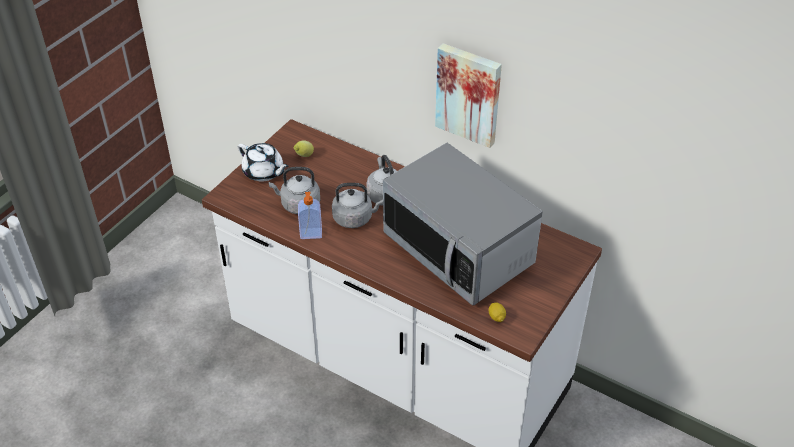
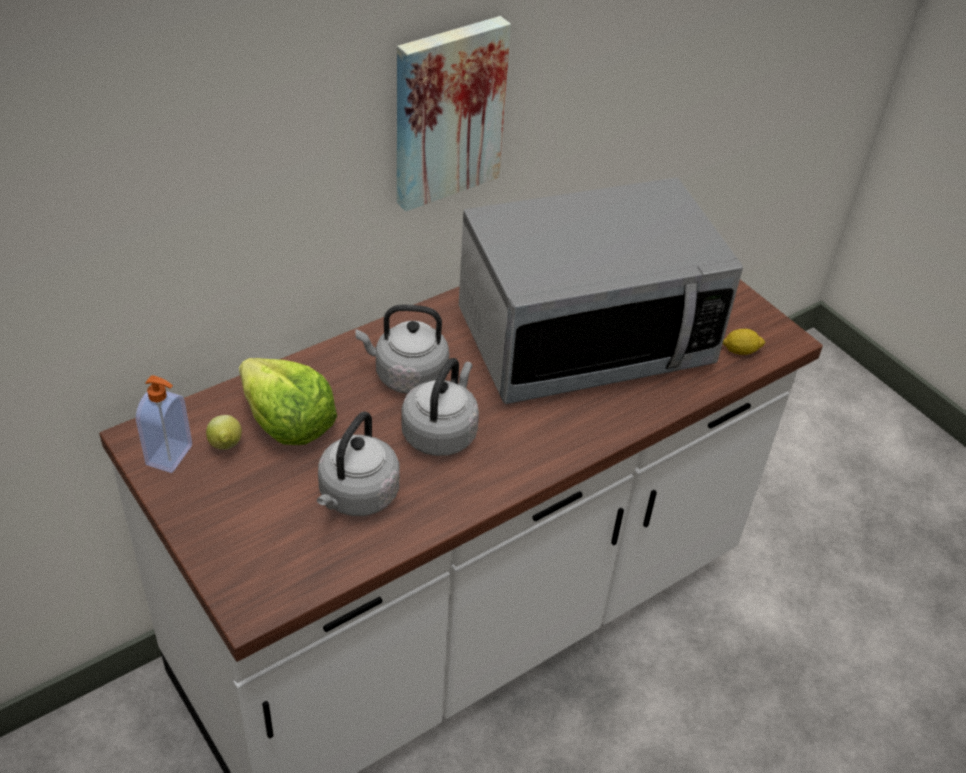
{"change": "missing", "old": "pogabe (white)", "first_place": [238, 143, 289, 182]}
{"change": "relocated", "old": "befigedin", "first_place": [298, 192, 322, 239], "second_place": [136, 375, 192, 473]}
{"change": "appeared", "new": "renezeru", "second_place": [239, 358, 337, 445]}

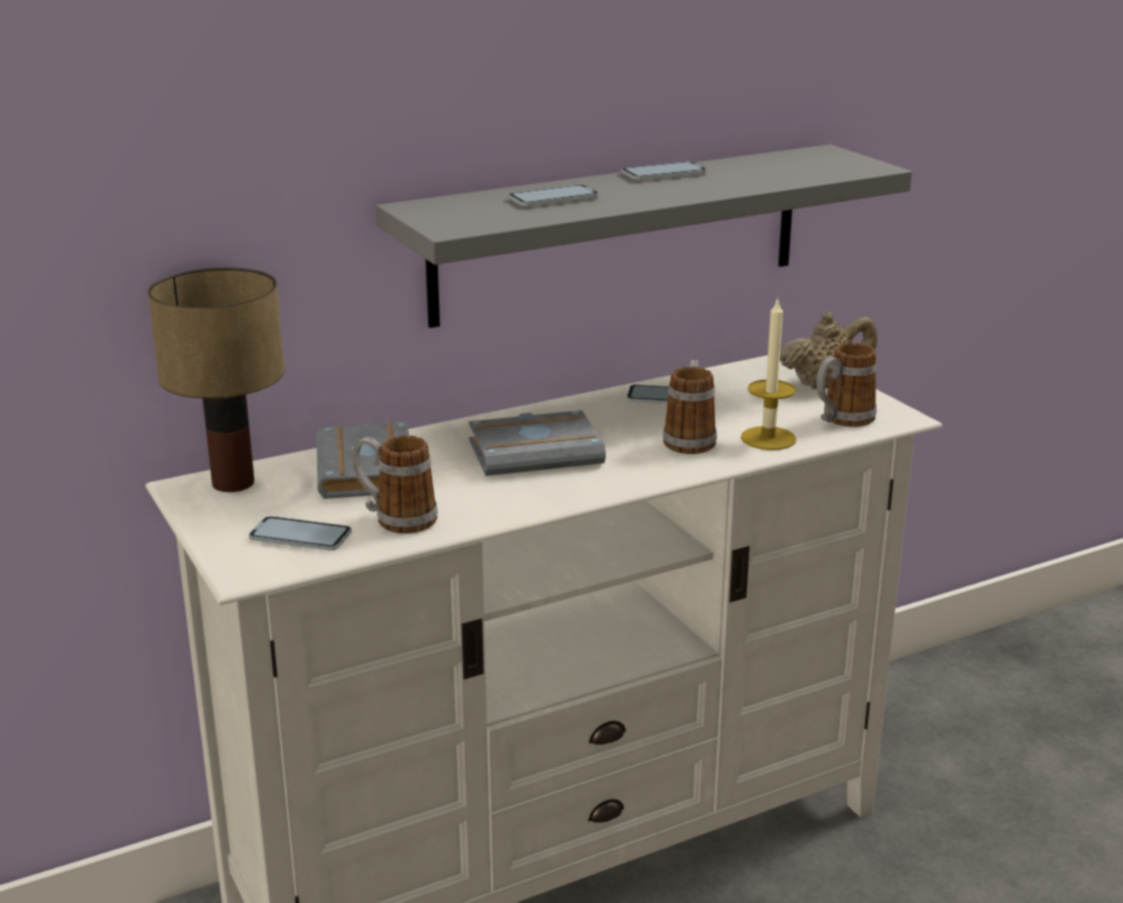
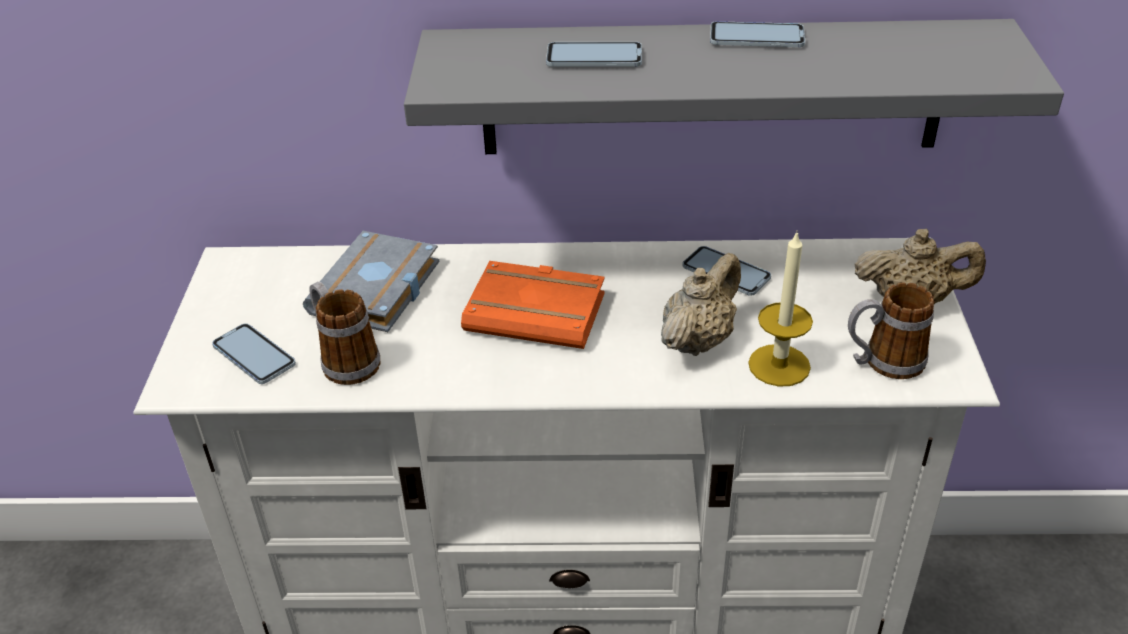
{"change": "missing", "old": "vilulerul", "first_place": [148, 267, 285, 492]}
{"change": "exchanged", "old": "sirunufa", "new": "pogabe (beige)", "first_place": [663, 360, 717, 454], "second_place": [661, 253, 741, 356]}
{"change": "colour", "old": "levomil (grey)", "new": "levomil (orange)", "first_place": [468, 410, 606, 476], "second_place": [461, 261, 605, 349]}

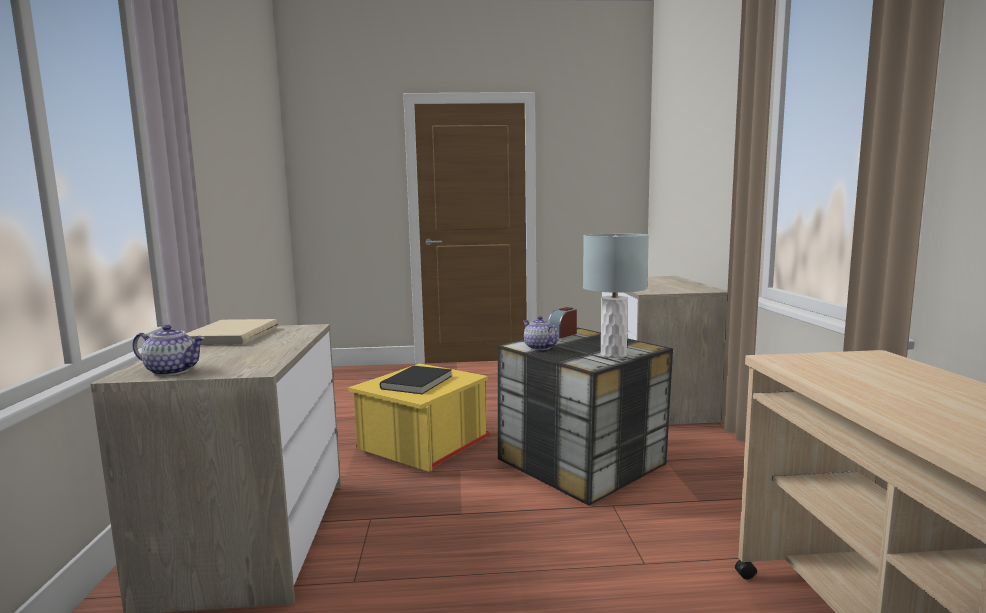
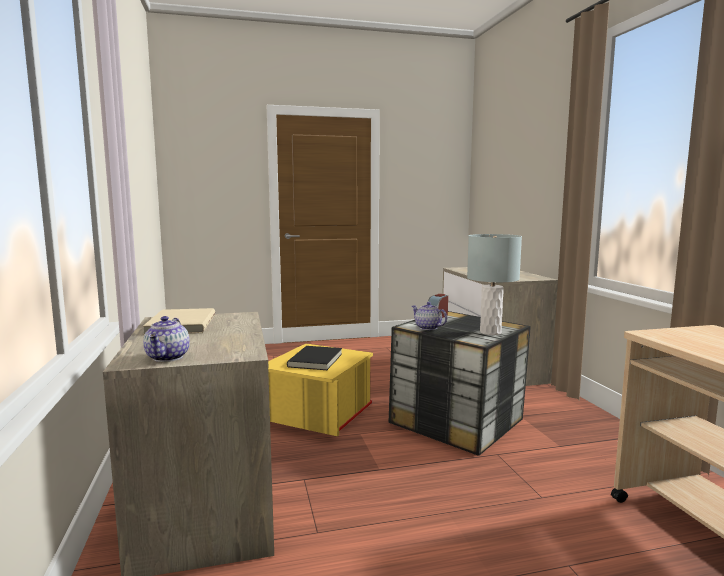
{"change": "spun", "old": "pogabe", "first_place": [132, 325, 205, 376], "second_place": [143, 316, 190, 362], "degrees": 90}

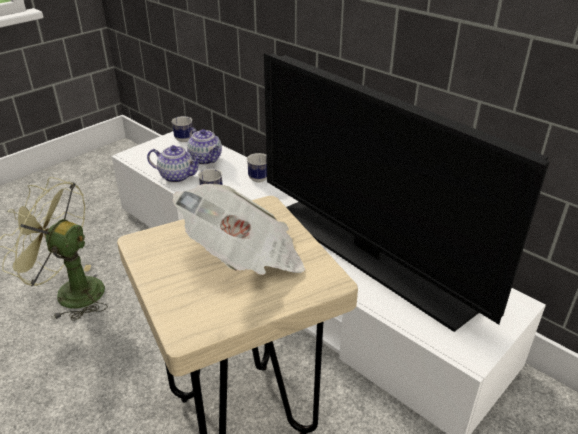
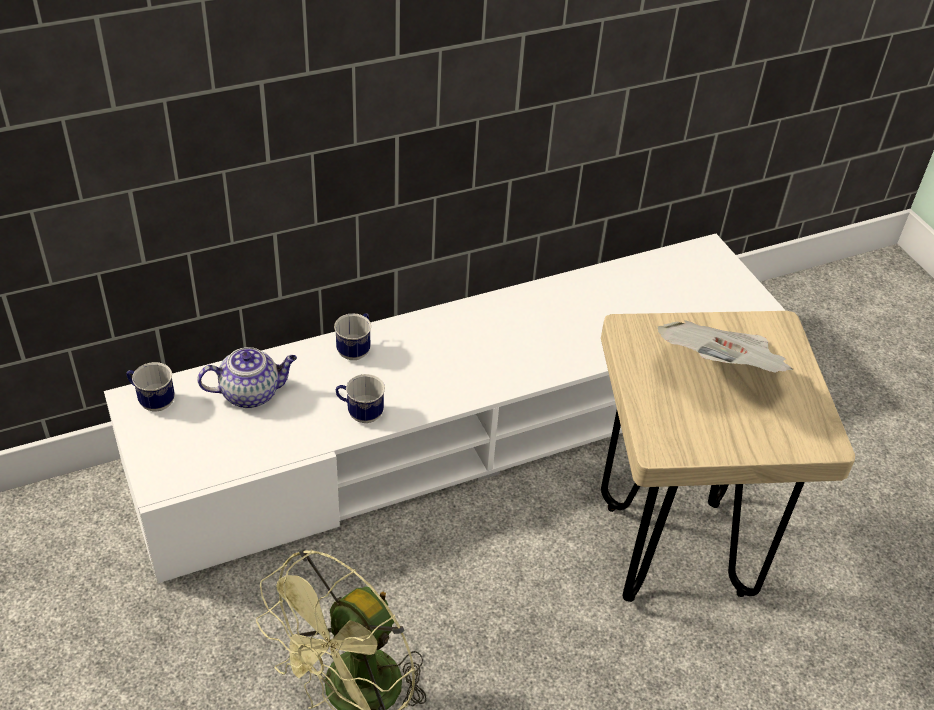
{"change": "missing", "old": "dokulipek", "first_place": [264, 54, 550, 332]}
{"change": "missing", "old": "pogabe", "first_place": [147, 145, 203, 183]}

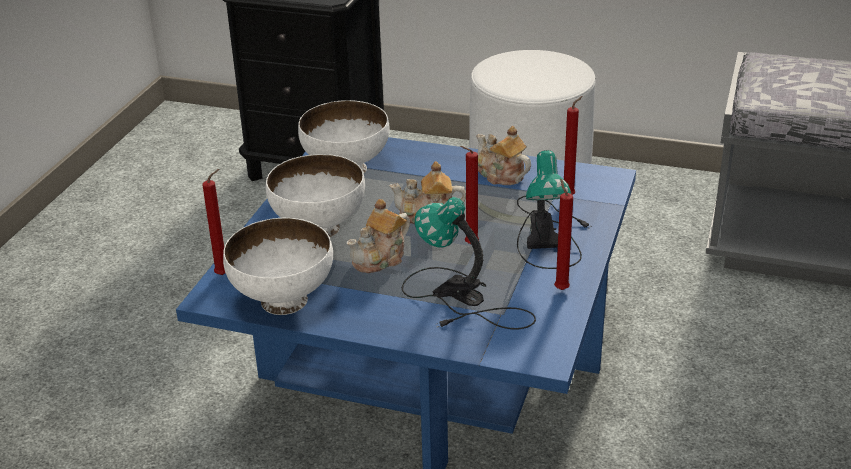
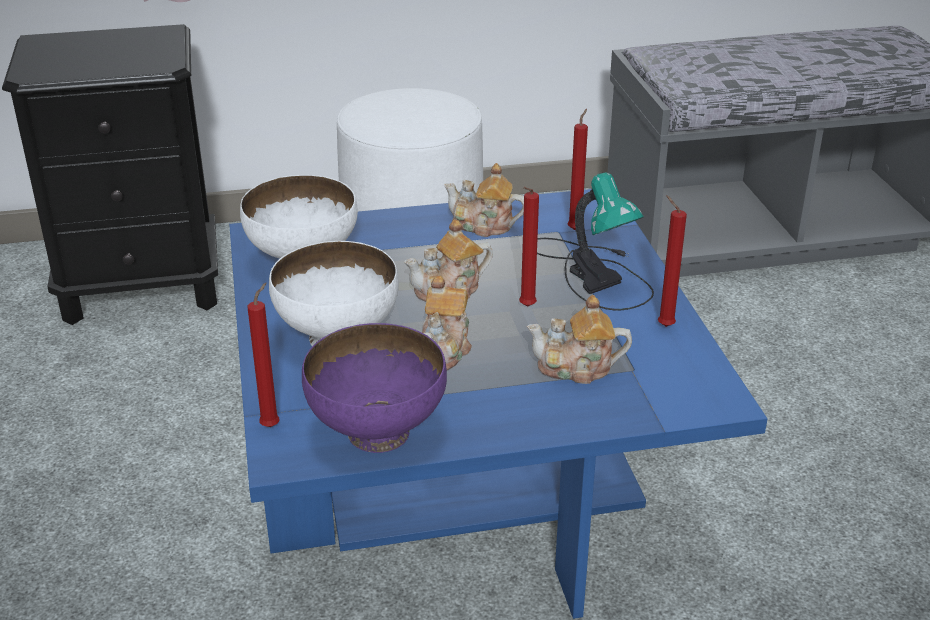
{"change": "exchanged", "old": "vilulerul", "new": "pogabe", "first_place": [402, 197, 536, 330], "second_place": [527, 295, 632, 384]}
{"change": "colour", "old": "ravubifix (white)", "new": "ravubifix (purple)", "first_place": [223, 218, 333, 315], "second_place": [302, 323, 447, 453]}

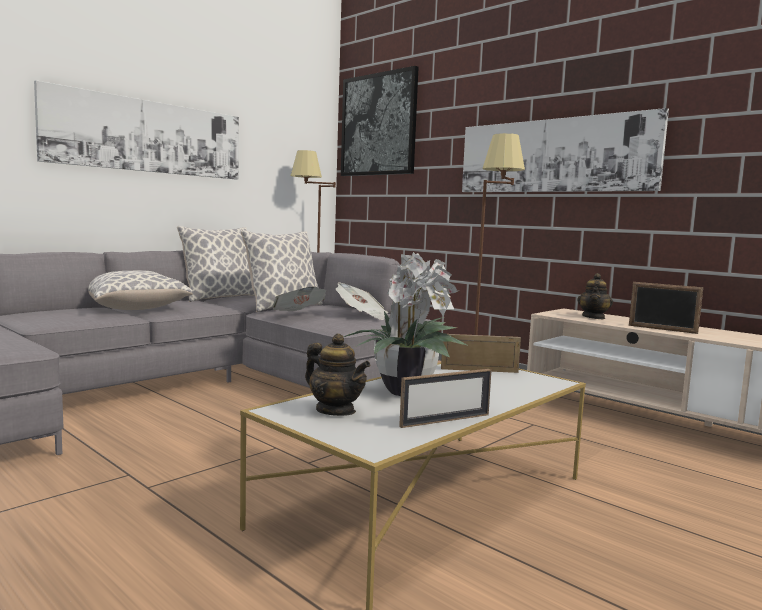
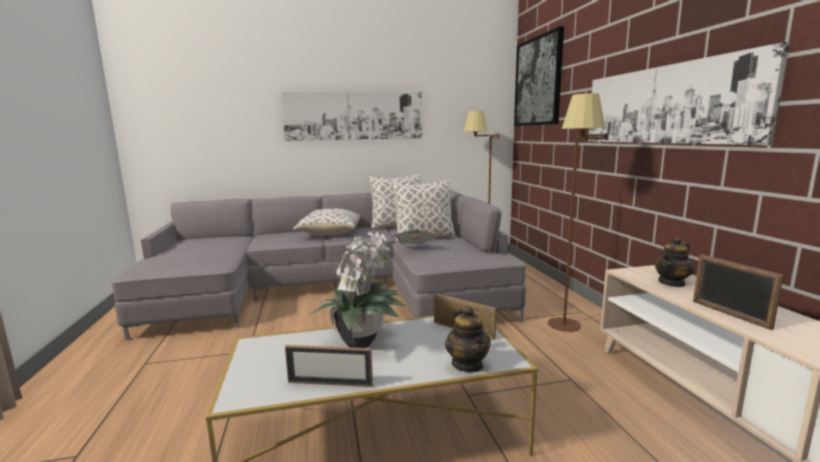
{"change": "missing", "old": "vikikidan", "first_place": [336, 283, 388, 320]}
{"change": "relocated", "old": "pogabe", "first_place": [305, 334, 370, 416], "second_place": [445, 306, 491, 372]}

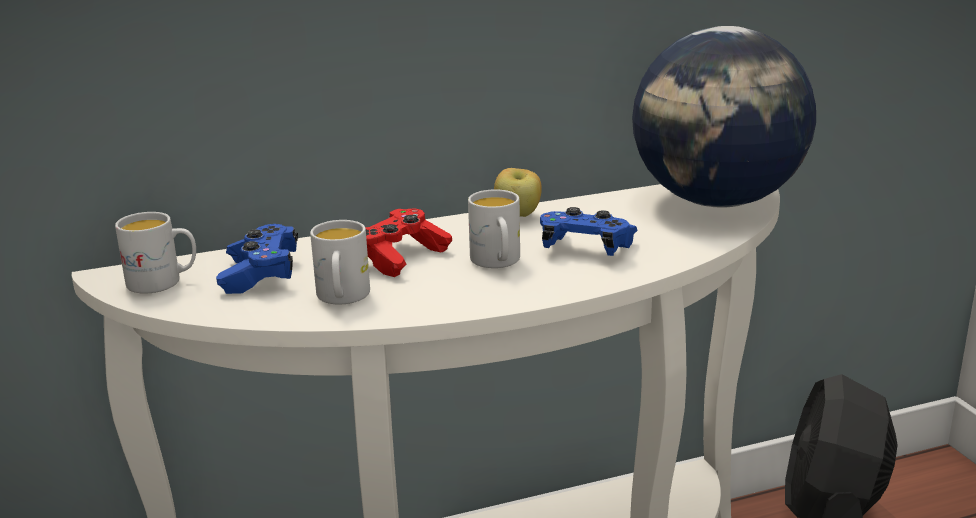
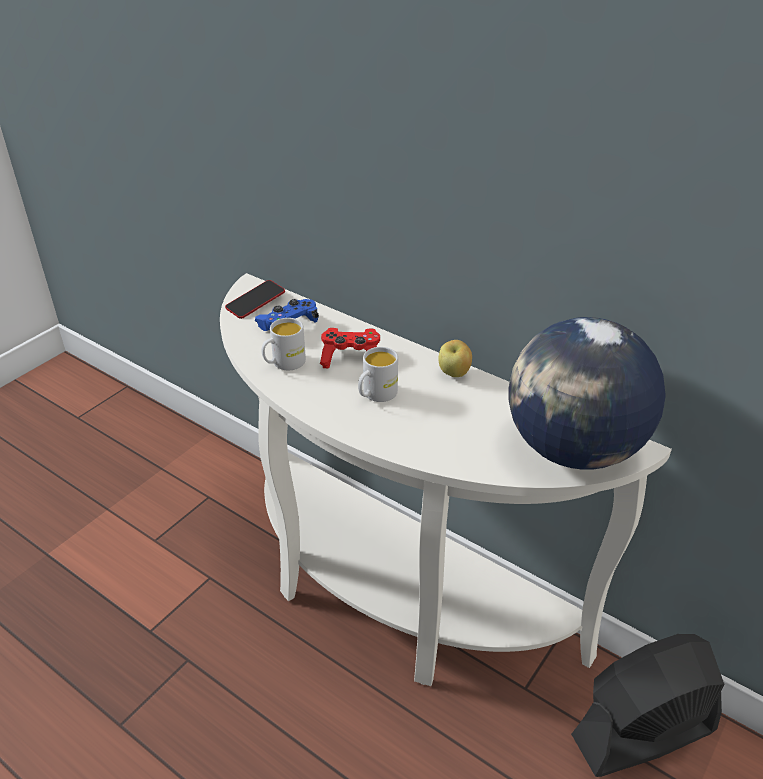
{"change": "missing", "old": "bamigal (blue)", "first_place": [540, 207, 638, 256]}
{"change": "exchanged", "old": "sirunufa (white)", "new": "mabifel", "first_place": [115, 212, 196, 294], "second_place": [225, 280, 285, 319]}

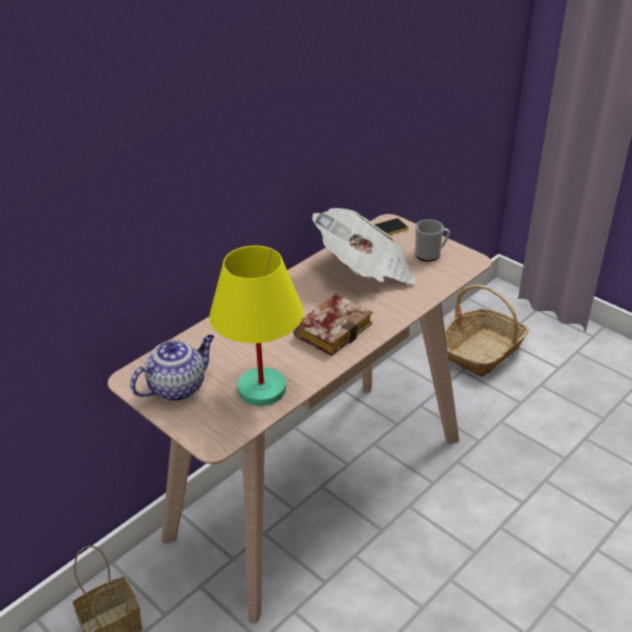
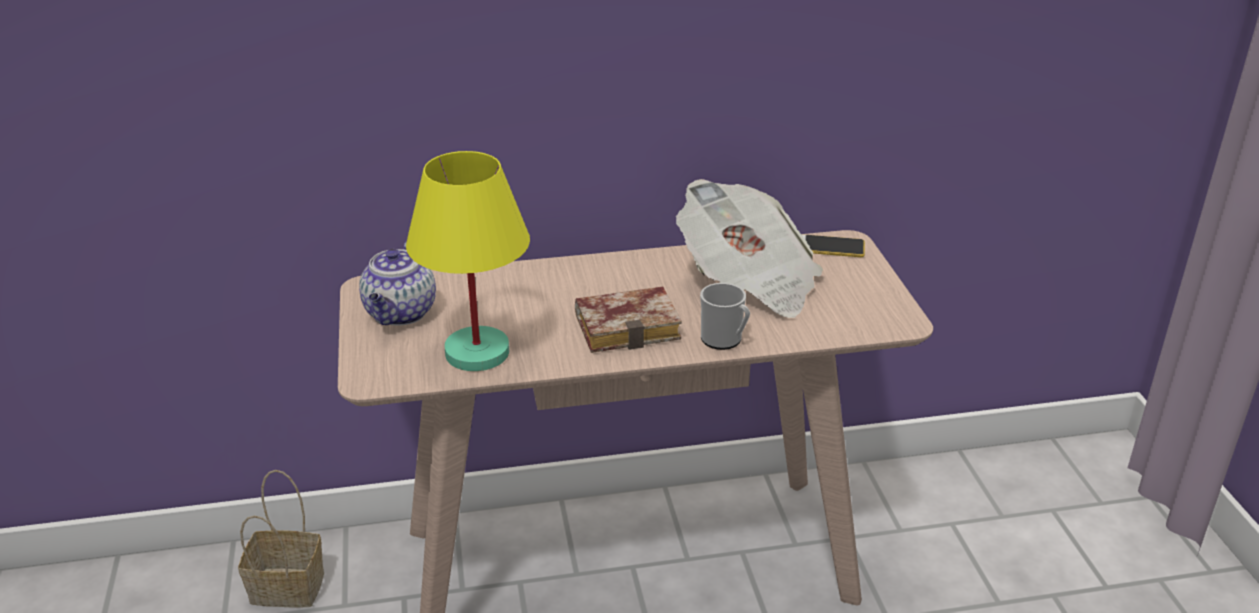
{"change": "relocated", "old": "sirunufa", "first_place": [415, 219, 450, 261], "second_place": [700, 283, 750, 350]}
{"change": "missing", "old": "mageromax", "first_place": [445, 284, 529, 377]}
{"change": "spun", "old": "pogabe", "first_place": [130, 335, 214, 401], "second_place": [359, 239, 436, 326], "degrees": 105}

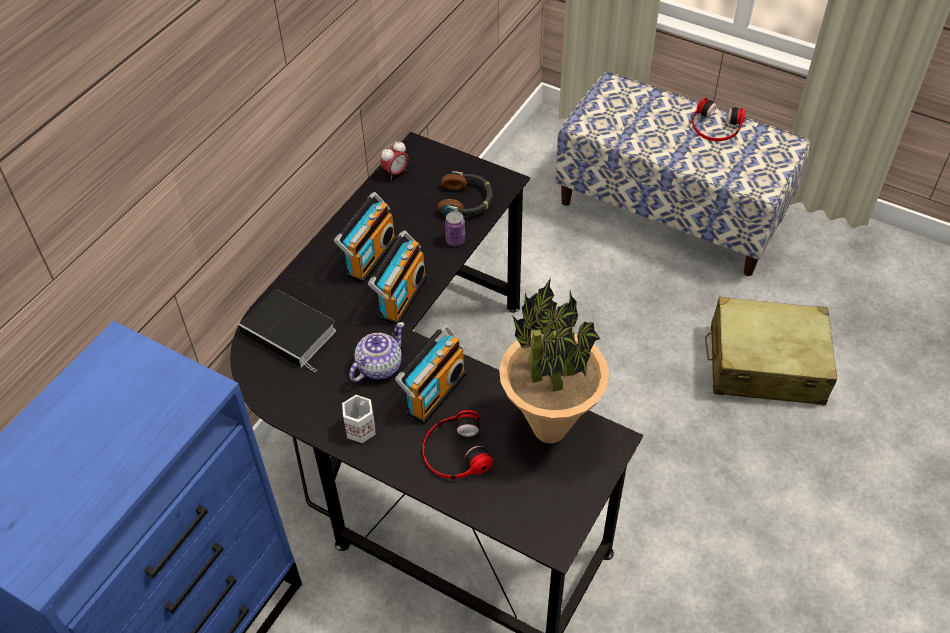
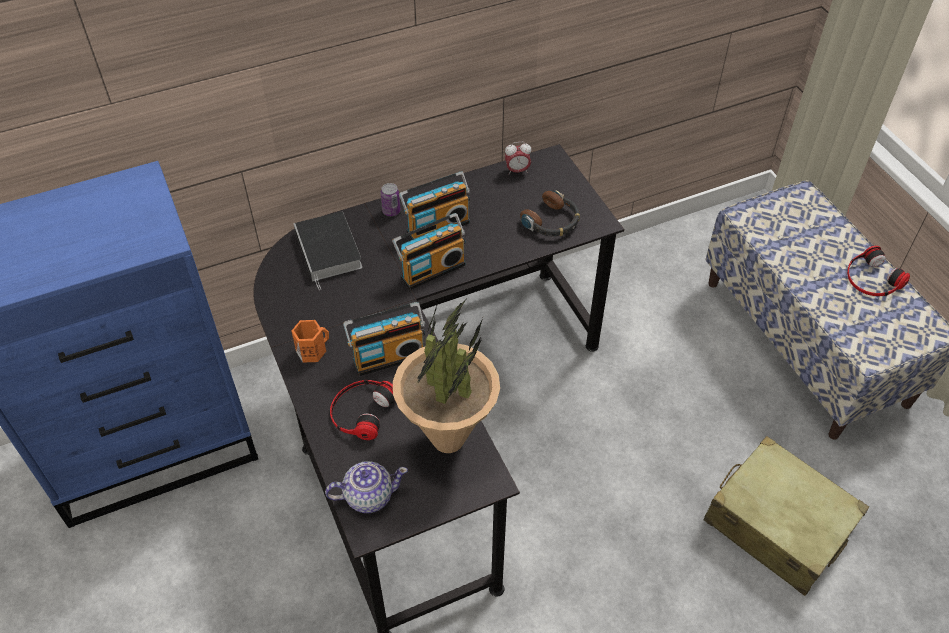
{"change": "relocated", "old": "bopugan", "first_place": [445, 211, 465, 246], "second_place": [381, 183, 401, 216]}
{"change": "relocated", "old": "pogabe", "first_place": [349, 322, 404, 382], "second_place": [325, 461, 408, 513]}
{"change": "colour", "old": "sirunufa (white)", "new": "sirunufa (orange)", "first_place": [342, 395, 376, 443], "second_place": [292, 320, 329, 362]}

